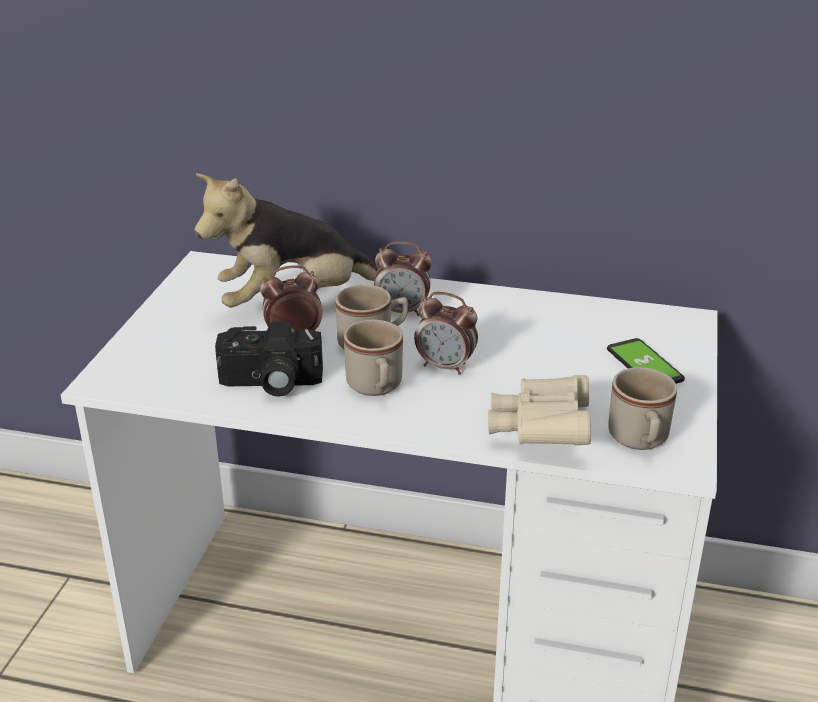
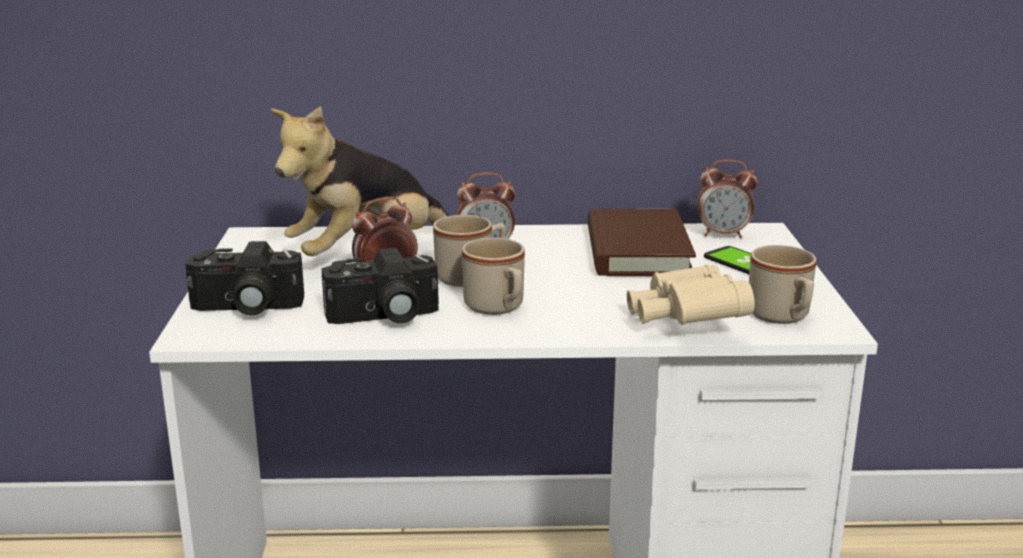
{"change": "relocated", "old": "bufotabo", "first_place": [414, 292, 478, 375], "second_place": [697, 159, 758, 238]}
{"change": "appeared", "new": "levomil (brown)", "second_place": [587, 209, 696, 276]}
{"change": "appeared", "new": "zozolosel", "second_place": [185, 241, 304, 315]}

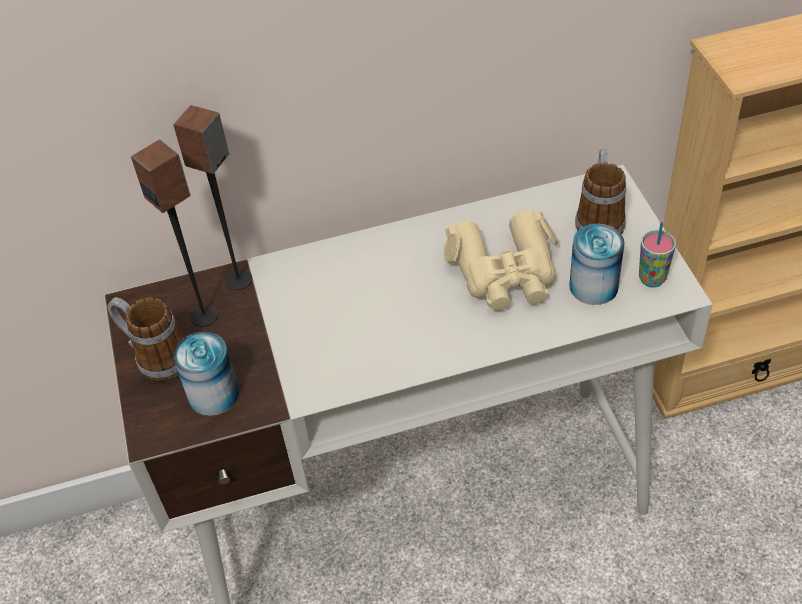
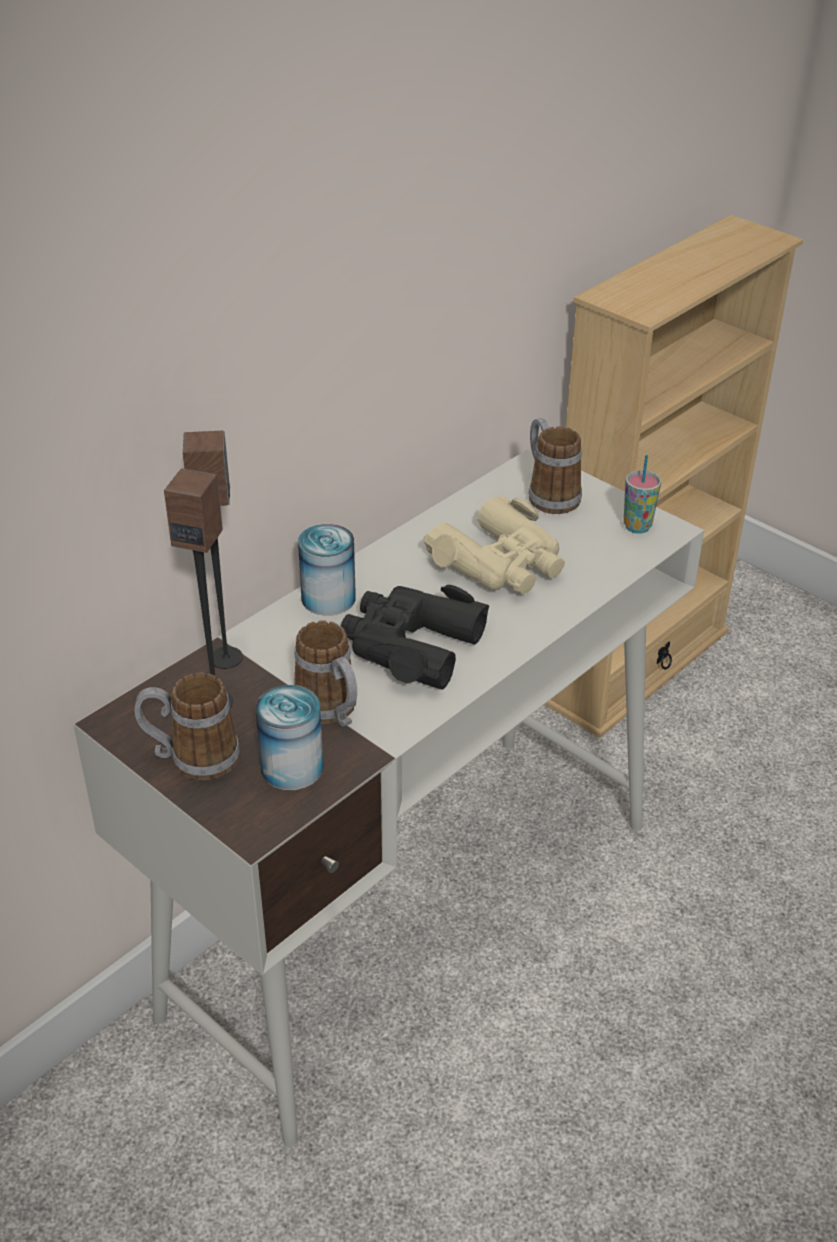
{"change": "relocated", "old": "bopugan", "first_place": [569, 224, 625, 305], "second_place": [298, 524, 356, 616]}
{"change": "appeared", "new": "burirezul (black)", "second_place": [341, 585, 490, 689]}
{"change": "appeared", "new": "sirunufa", "second_place": [294, 620, 357, 727]}

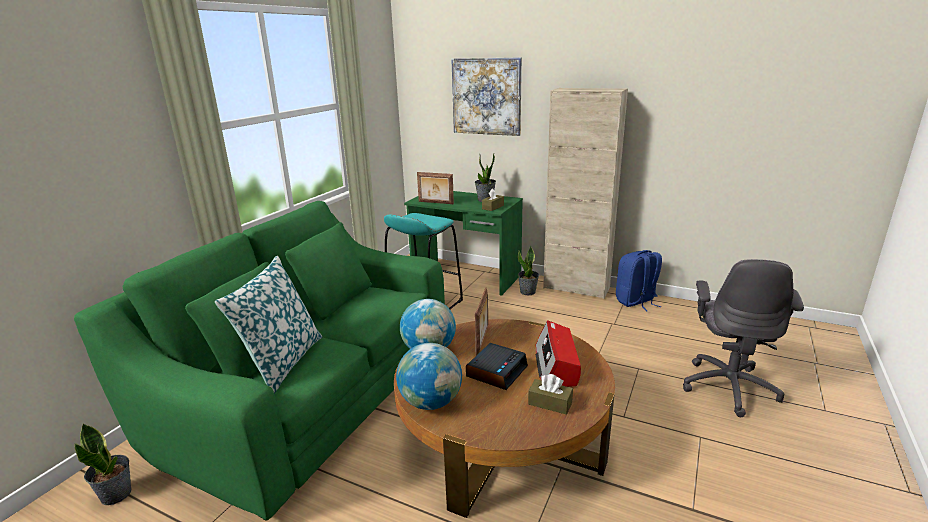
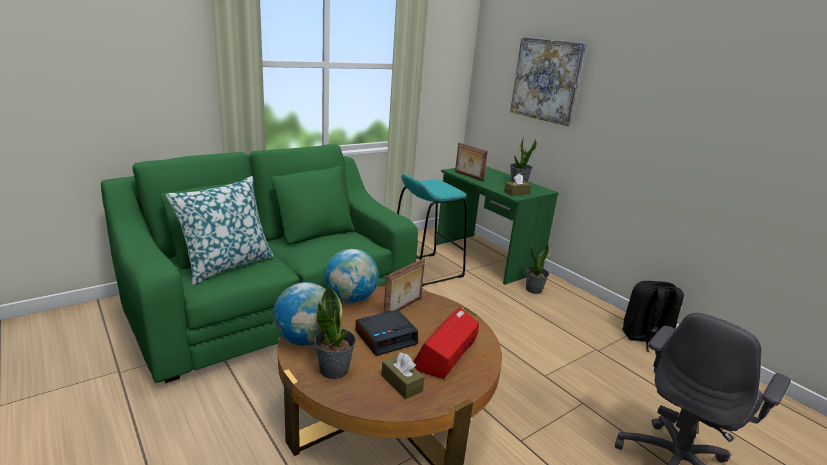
{"change": "missing", "old": "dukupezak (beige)", "first_place": [543, 88, 628, 299]}
{"change": "colour", "old": "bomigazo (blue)", "new": "bomigazo (black)", "first_place": [616, 250, 662, 312], "second_place": [622, 281, 684, 352]}
{"change": "relocated", "old": "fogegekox", "first_place": [75, 423, 132, 505], "second_place": [314, 285, 356, 379]}

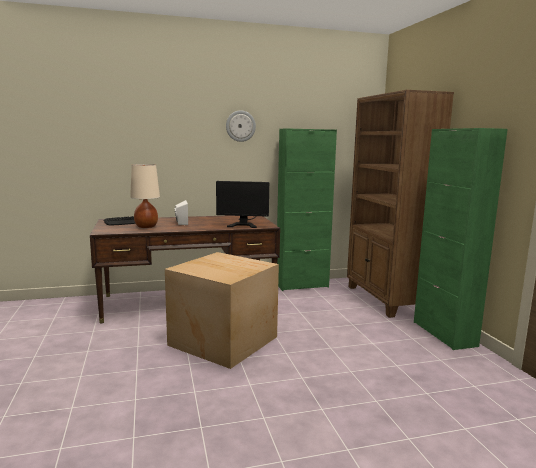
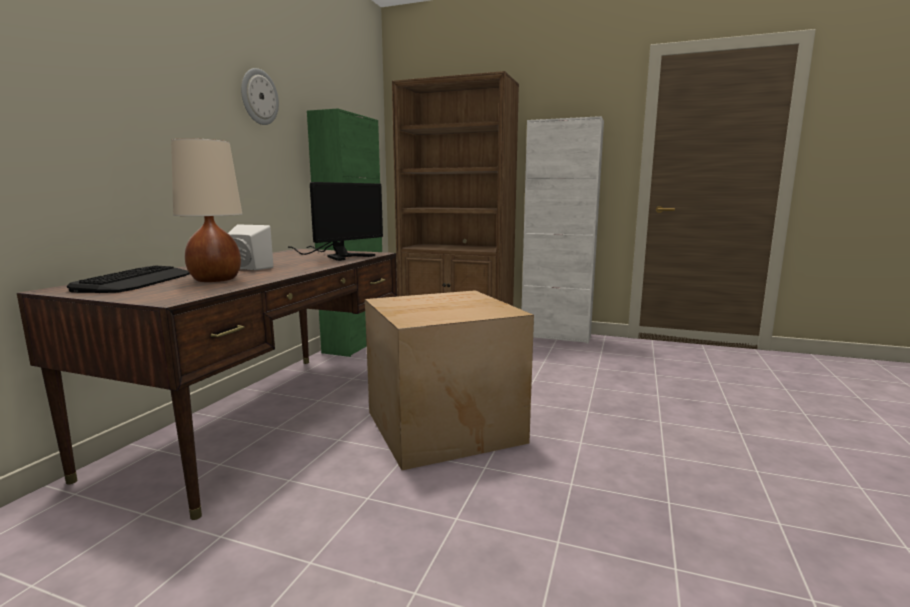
{"change": "colour", "old": "dukupezak (green)", "new": "dukupezak (white)", "first_place": [414, 128, 508, 350], "second_place": [522, 116, 604, 344]}

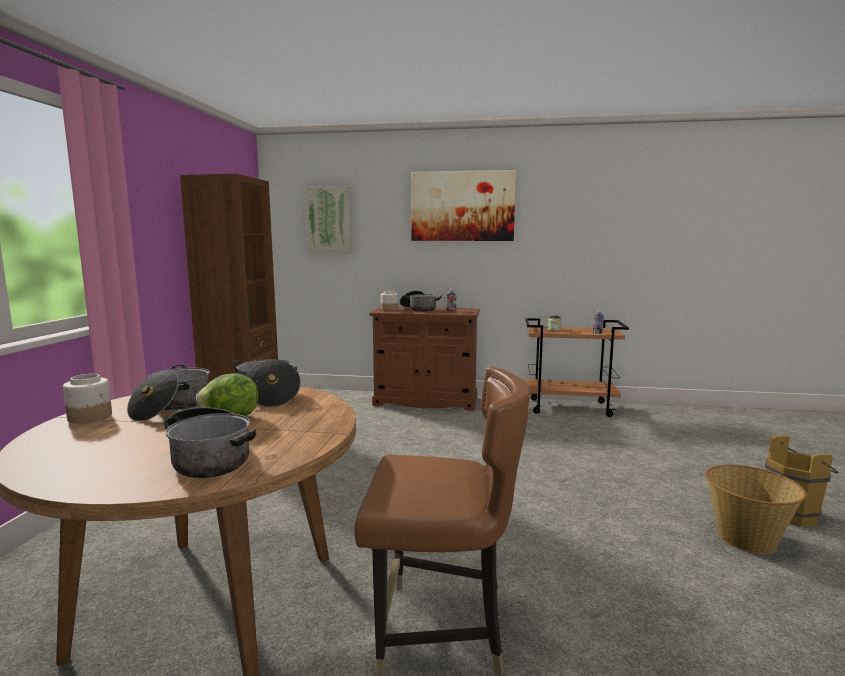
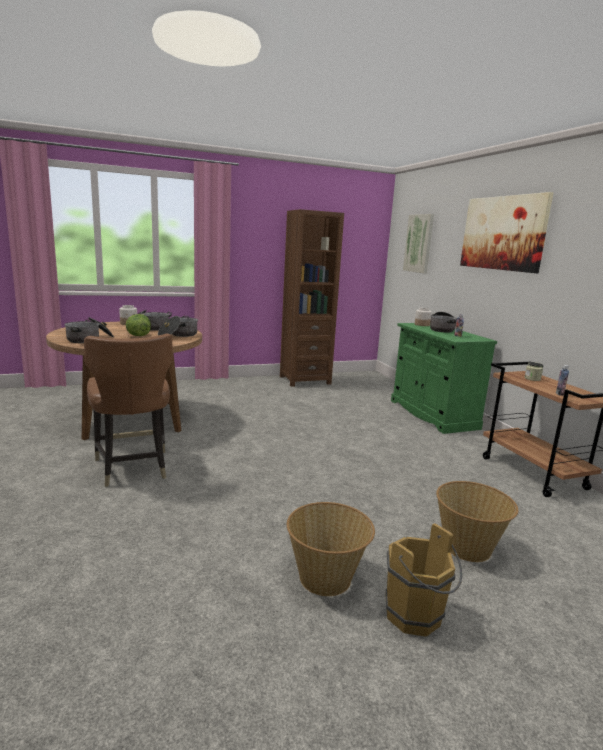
{"change": "colour", "old": "dukupezak (brown)", "new": "dukupezak (green)", "first_place": [369, 307, 479, 411], "second_place": [391, 323, 497, 434]}
{"change": "appeared", "new": "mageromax", "second_place": [436, 481, 518, 562]}

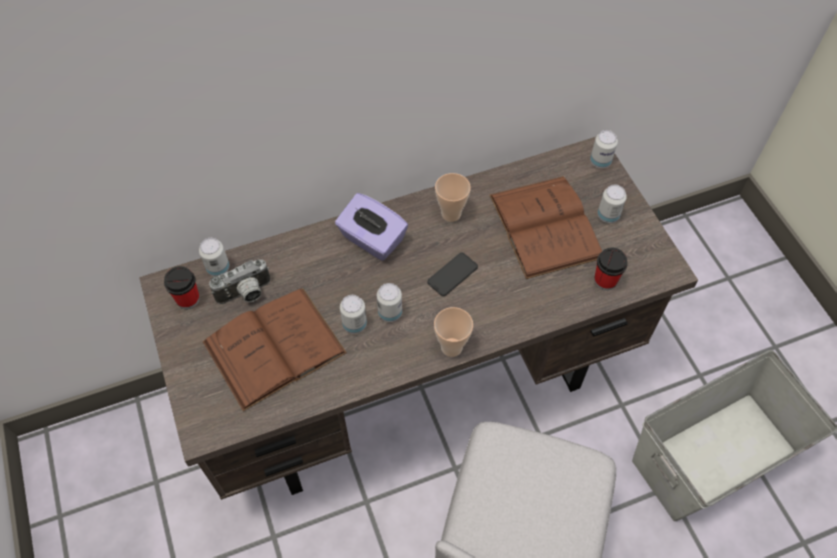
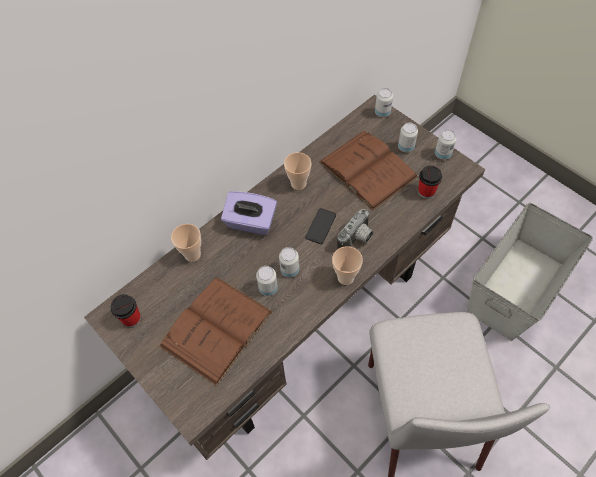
{"change": "relocated", "old": "bopugan", "first_place": [199, 238, 230, 276], "second_place": [435, 130, 457, 160]}
{"change": "relocated", "old": "zozolosel", "first_place": [209, 259, 270, 304], "second_place": [337, 209, 374, 249]}
{"change": "appeared", "new": "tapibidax", "second_place": [171, 224, 201, 262]}

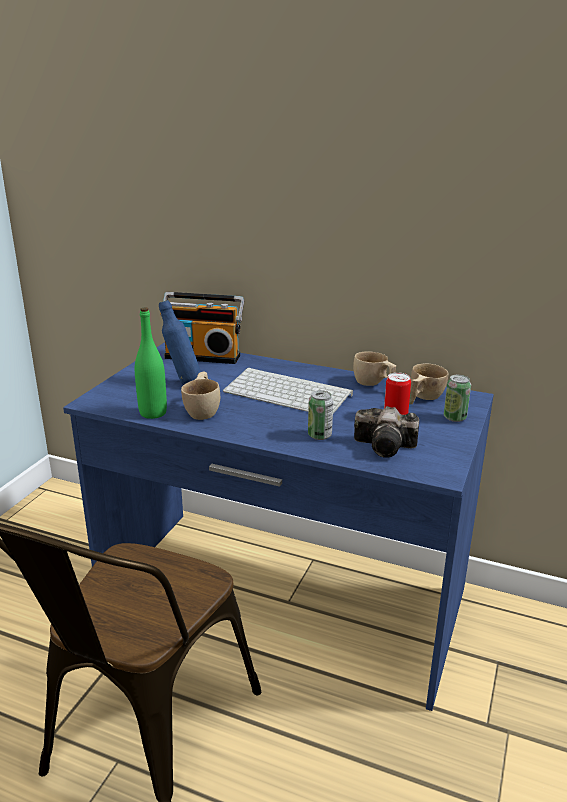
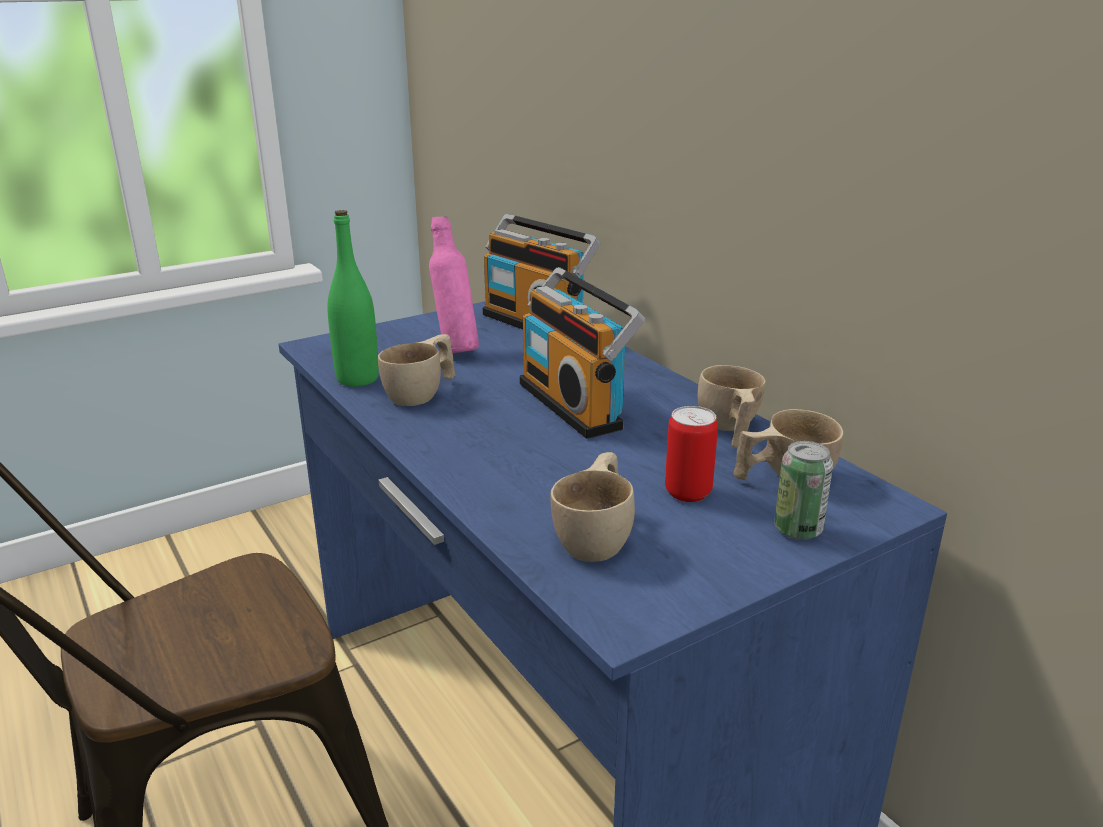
{"change": "colour", "old": "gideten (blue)", "new": "gideten (pink)", "first_place": [159, 300, 201, 385], "second_place": [429, 216, 479, 354]}
{"change": "exchanged", "old": "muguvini", "new": "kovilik", "first_place": [223, 368, 353, 414], "second_place": [519, 267, 645, 439]}
{"change": "missing", "old": "bopugan", "first_place": [308, 390, 333, 440]}
{"change": "exchanged", "old": "zozolosel", "new": "tapibidax (beige)", "first_place": [354, 406, 419, 458], "second_place": [550, 452, 635, 562]}

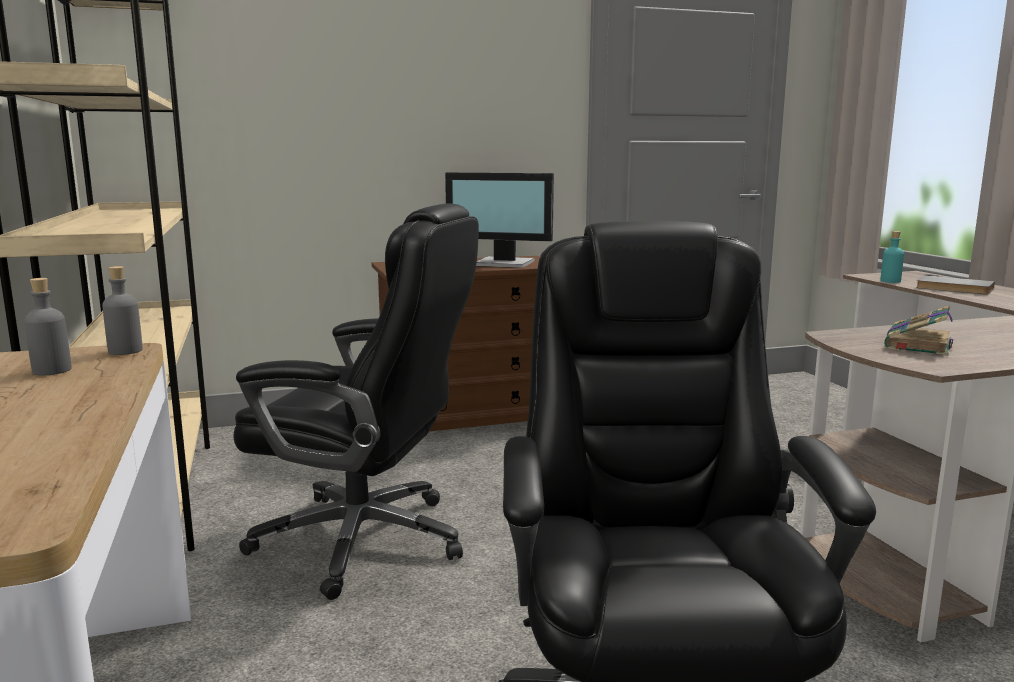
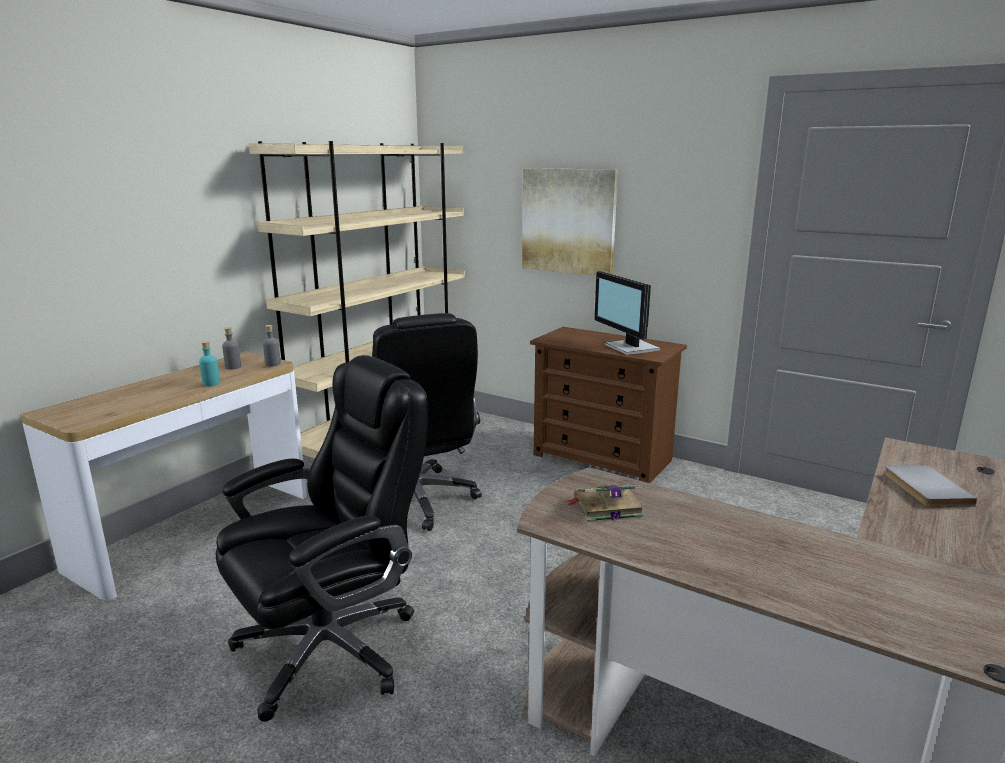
{"change": "relocated", "old": "gideten (turquoise)", "first_place": [880, 231, 904, 283], "second_place": [199, 341, 220, 387]}
{"change": "appeared", "new": "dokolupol", "second_place": [522, 168, 618, 276]}

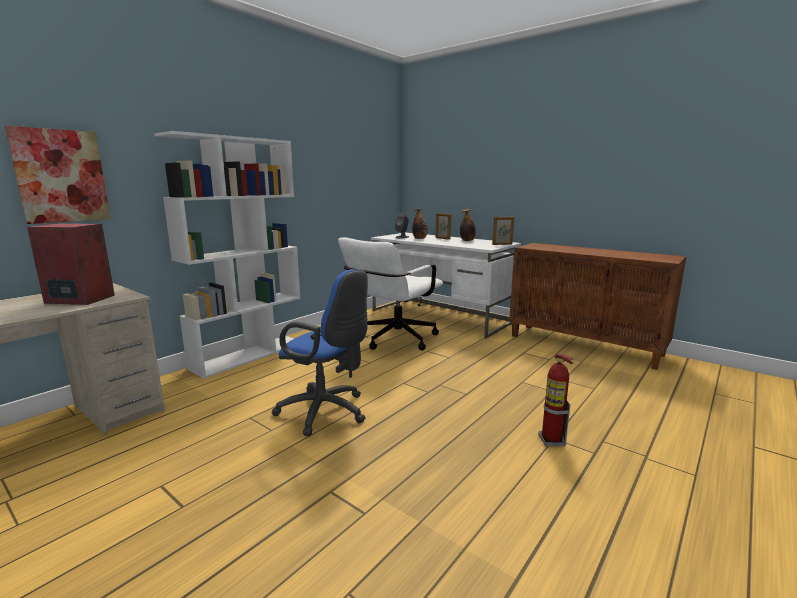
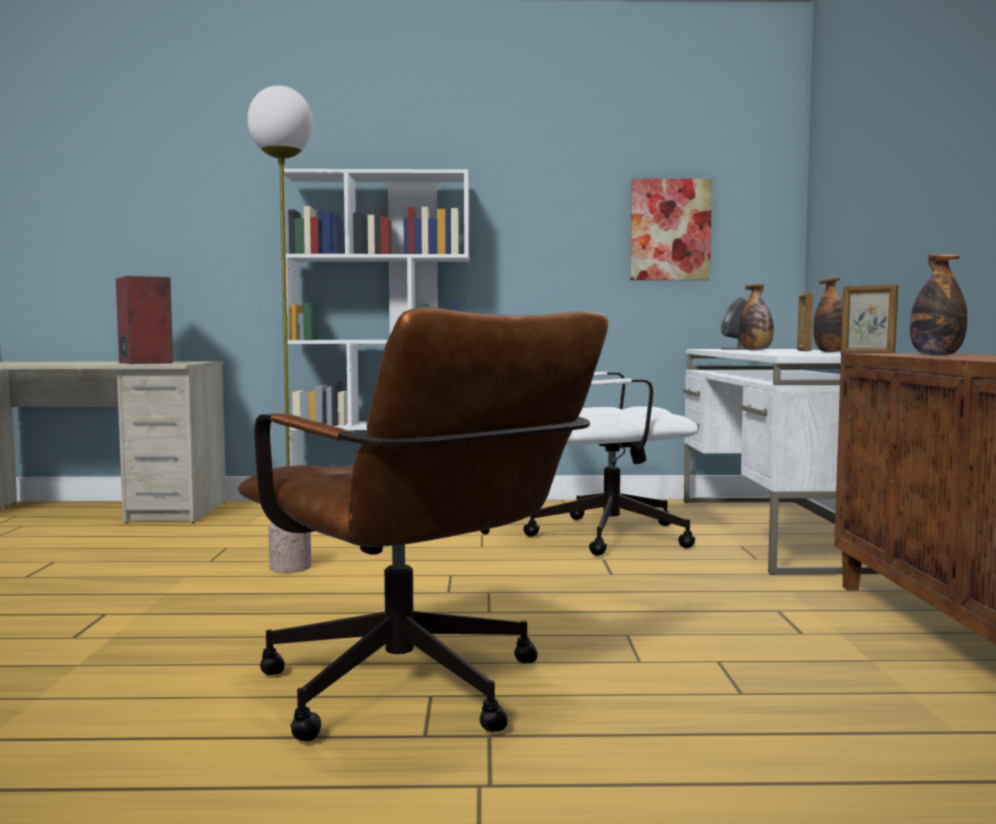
{"change": "relocated", "old": "dokolupol", "first_place": [5, 126, 111, 224], "second_place": [630, 179, 712, 280]}
{"change": "exchanged", "old": "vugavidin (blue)", "new": "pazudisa", "first_place": [272, 269, 368, 436], "second_place": [248, 86, 313, 573]}
{"change": "exchanged", "old": "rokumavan", "new": "vugavidin (brown)", "first_place": [538, 354, 573, 446], "second_place": [238, 307, 608, 742]}
{"change": "appeared", "new": "gideten", "second_place": [910, 254, 967, 356]}

